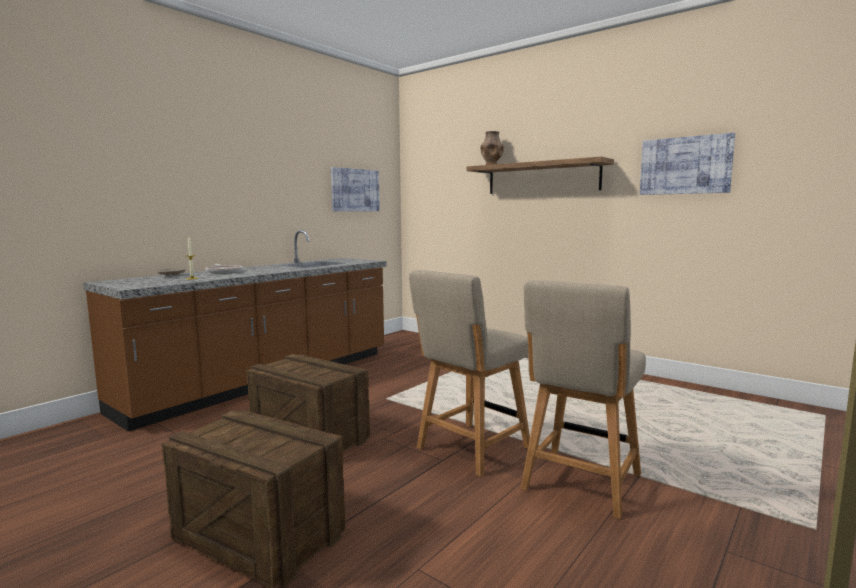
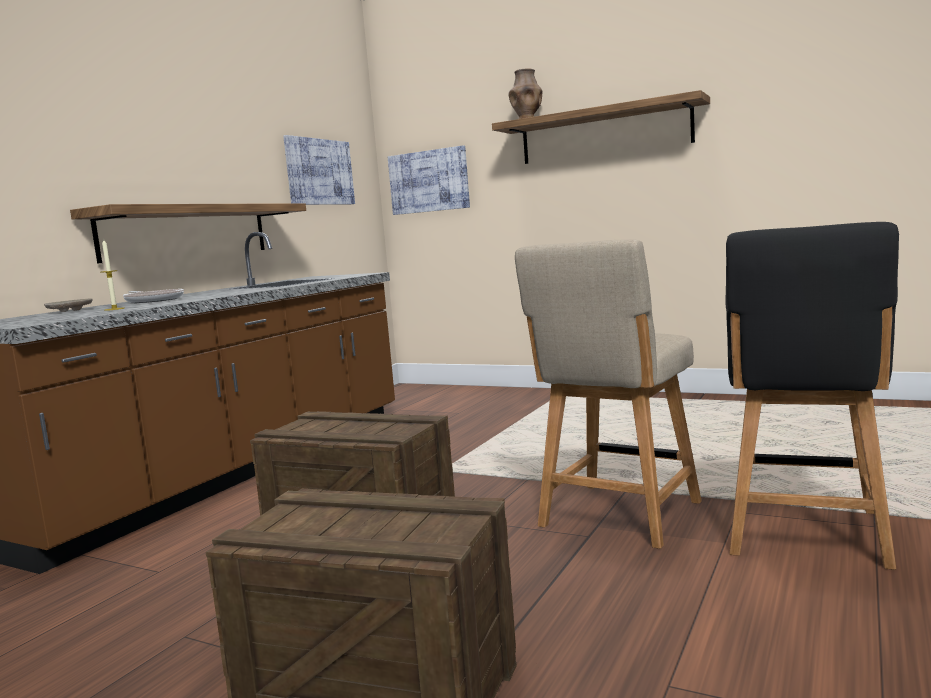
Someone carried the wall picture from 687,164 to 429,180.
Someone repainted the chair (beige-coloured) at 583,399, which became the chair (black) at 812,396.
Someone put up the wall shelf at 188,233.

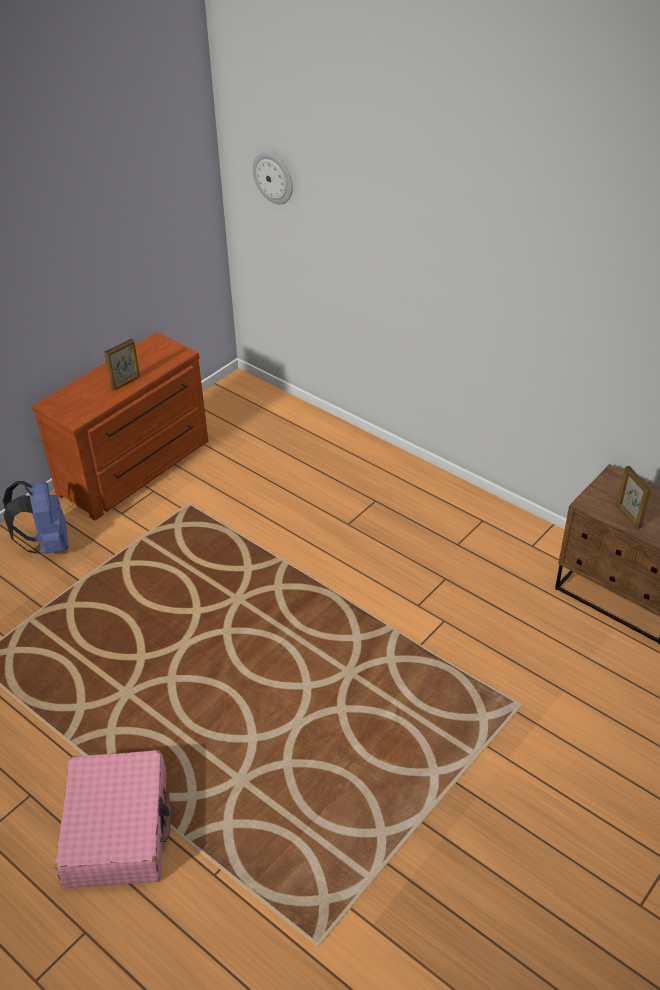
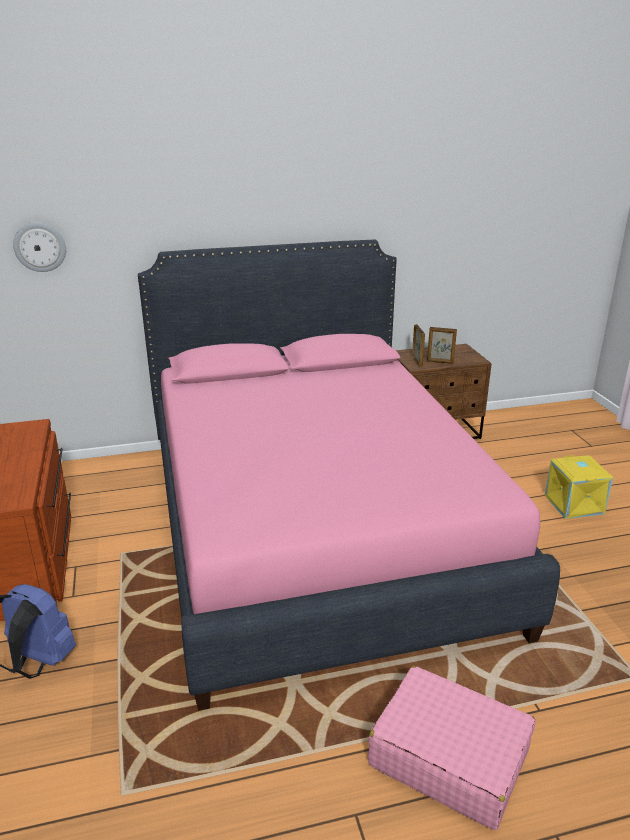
Someone carried the picture frame from 122,364 to 418,345.
Someone put down the sleeping bed (pink) at 349,475.
Someone put down the storage box (yellow) at 579,487.

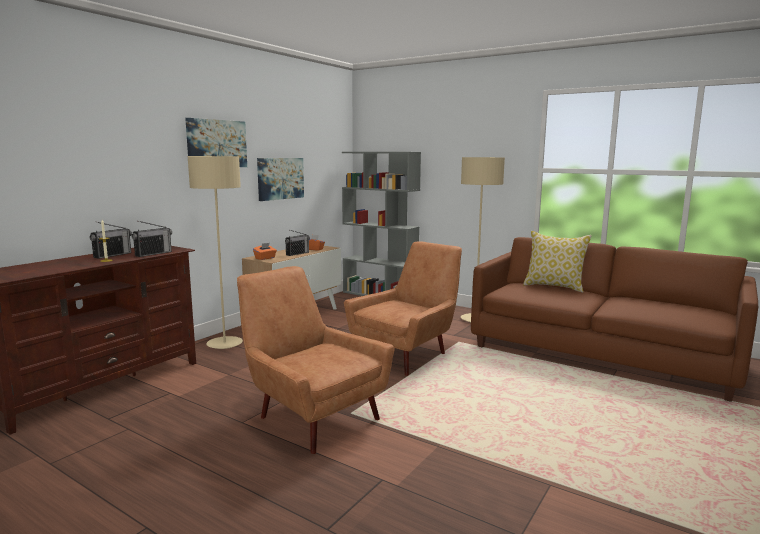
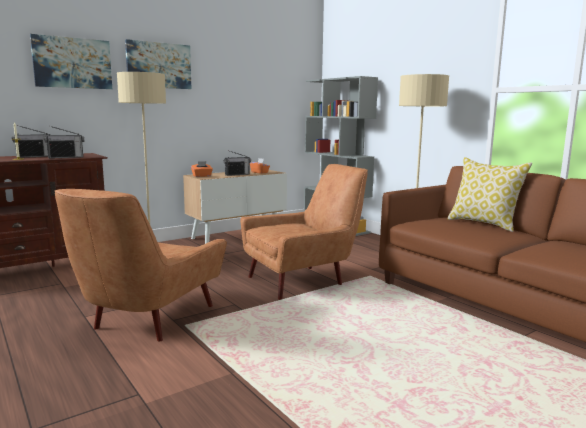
Someone carried the wall picture from 280,179 to 71,61.
Someone rotated the lounge chair (brownish) at 315,360 by 135 degrees counterclockwise.

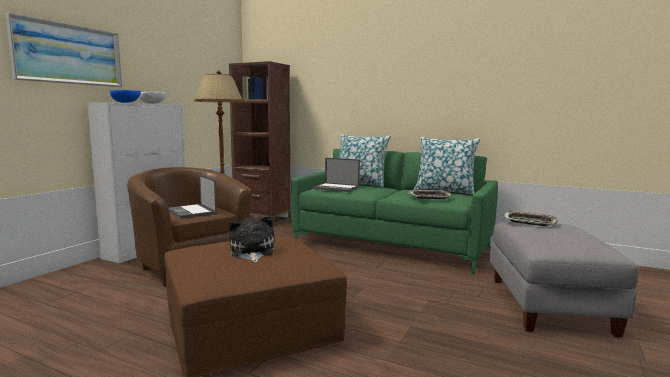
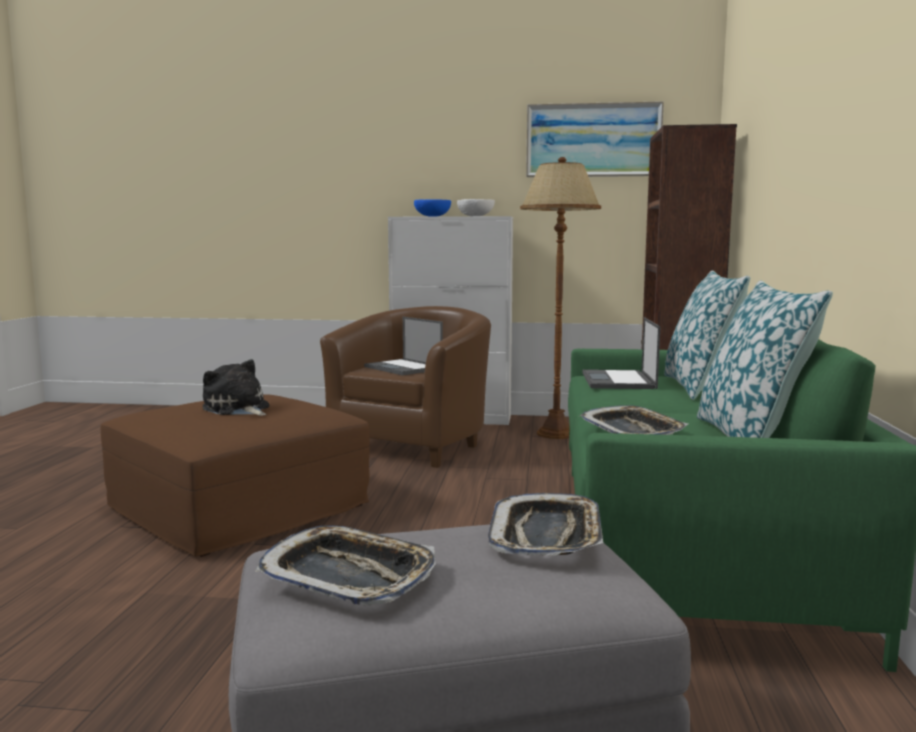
Someone carried the wall picture from 63,50 to 595,139.
Someone rotated the portable computer at 192,197 by 75 degrees counterclockwise.
Someone rotated the plush toy at 252,239 by 105 degrees counterclockwise.
Someone put down the carrying tray at 345,565.

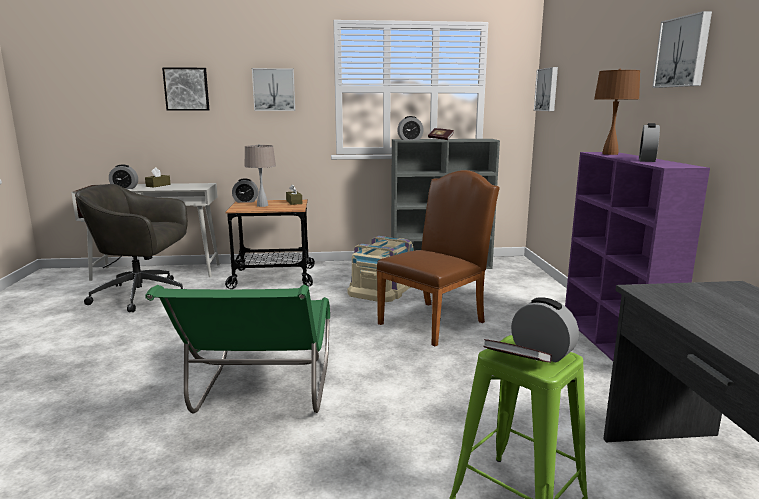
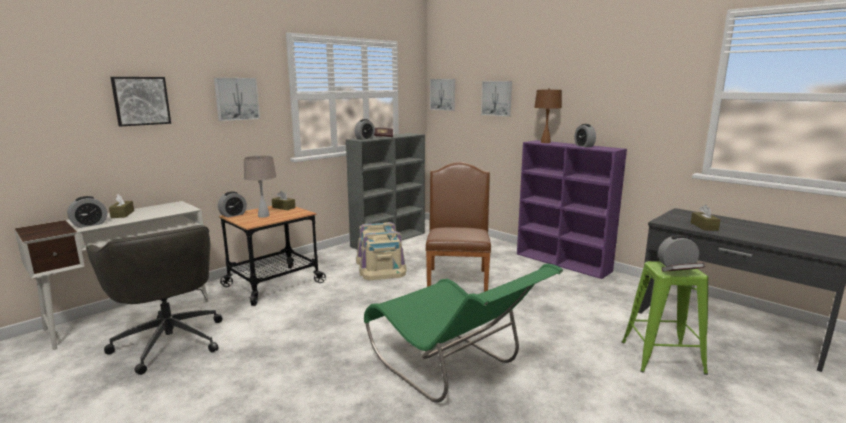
Someone carried the wall picture from 682,49 to 496,98.
Someone rotated the desk chair (gray) at 132,248 by 90 degrees counterclockwise.
Someone put down the tissue holder (brownish) at 706,218.

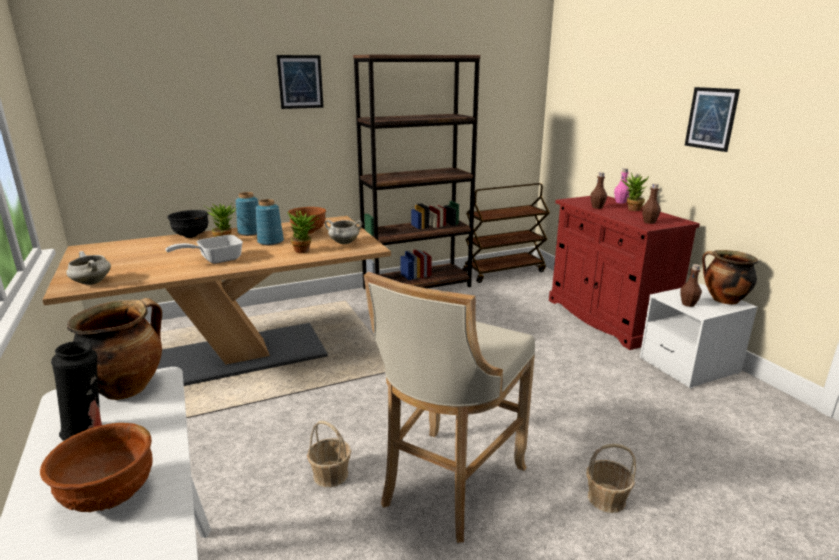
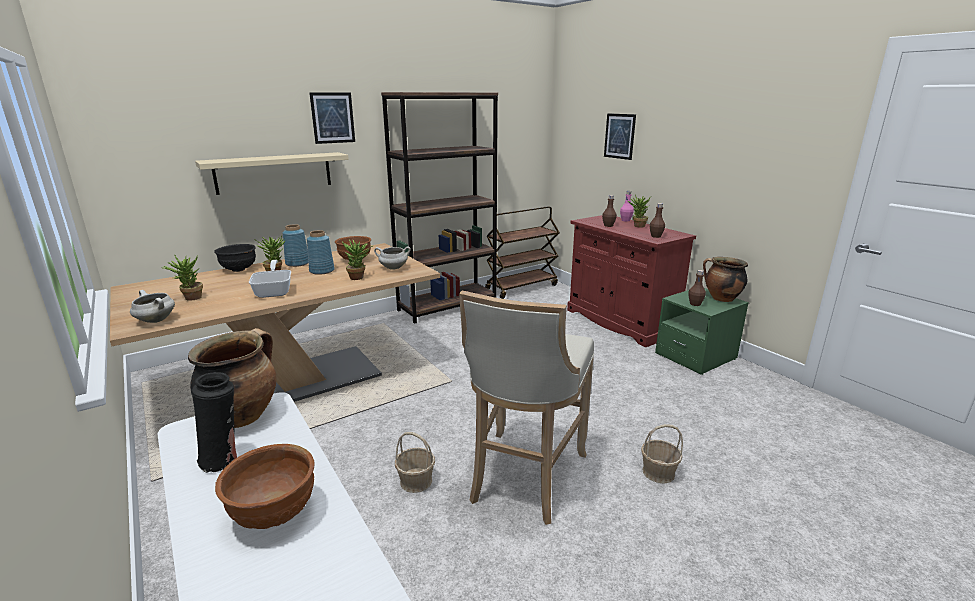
Someone carried the wall picture from 712,119 to 620,136.
Someone rotated the skillet at 204,249 by 120 degrees clockwise.
Someone repainted the bedside table (white-coloured) at 699,336, which became the bedside table (green-coloured) at 702,331.
Someone put up the wall shelf (beige-coloured) at 272,173.
Someone put down the houseplant at 183,278.

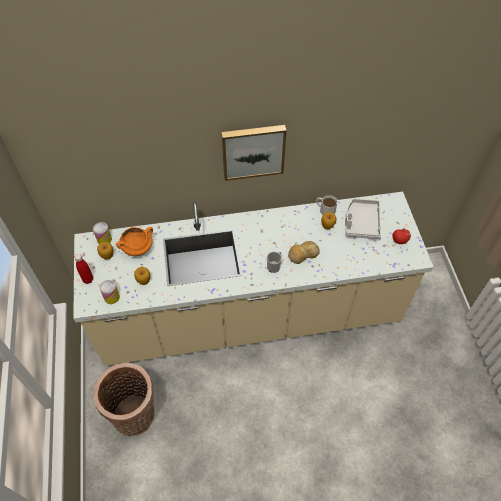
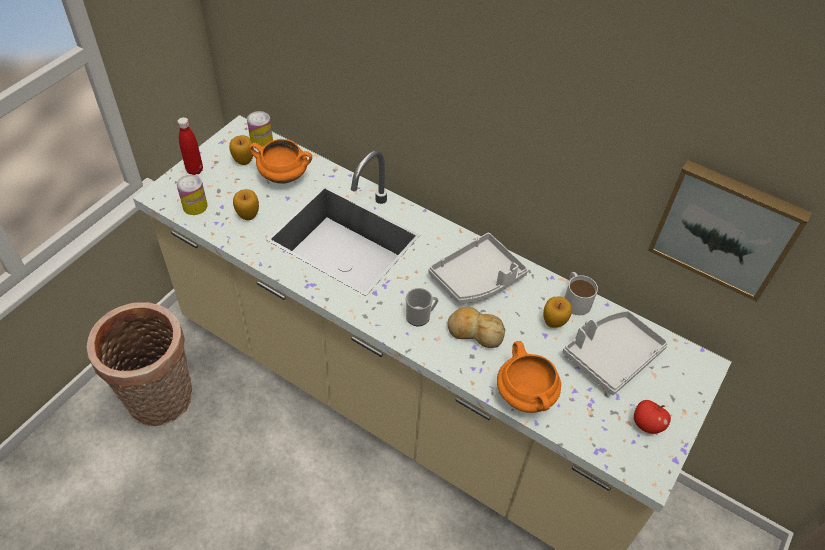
Someone carried the wall picture from 254,153 to 730,231.
Someone put down the carrying tray (gray) at 478,268.
Someone put down the saucepot (orange) at 529,377.

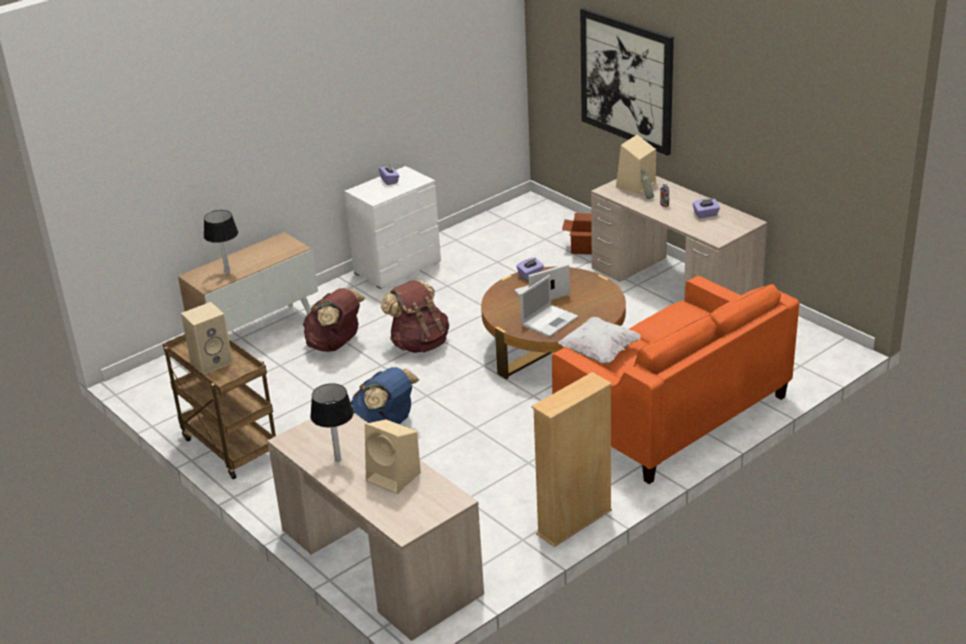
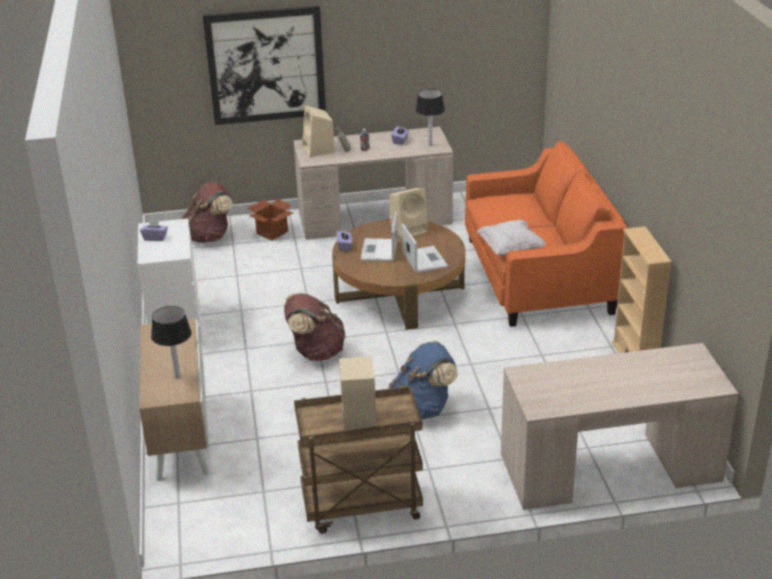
Someone carried the backpack (brownish) from 334,320 to 207,212.
Someone carried the lamp for a table from 332,422 to 430,117.
Someone carried the audio speaker (beige-coloured) from 393,456 to 409,213.

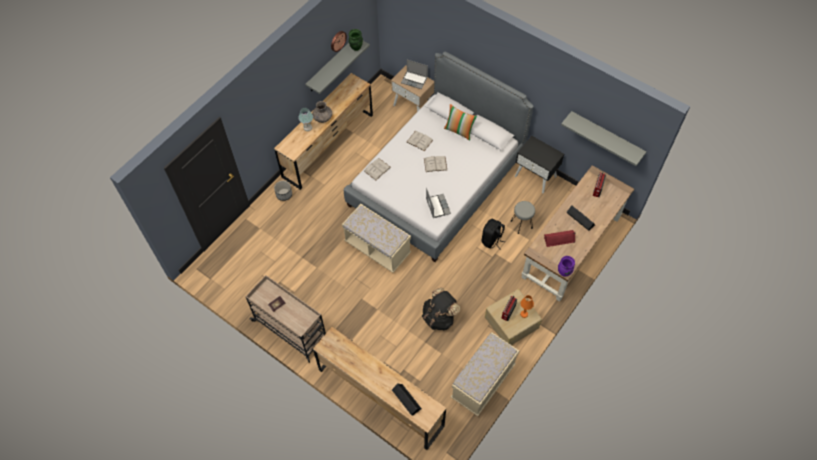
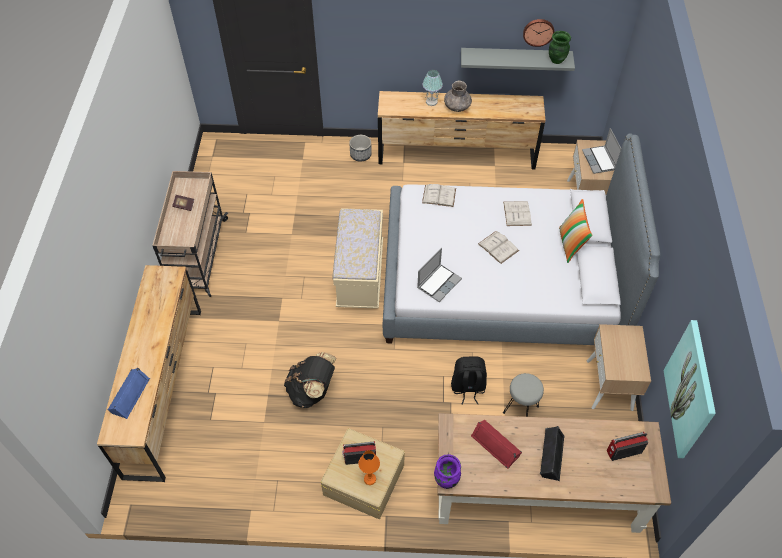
Someone swapped the wall shelf (gray) at 604,138 for the wall picture at 690,389.
Someone repainted the bedside table (black) at 539,164, which became the bedside table (beige-coloured) at 619,367.
Someone took away the indoor bench (beige-coloured) at 485,374.
Someone repainted the audio speaker (black) at 407,399, which became the audio speaker (blue-coloured) at 128,393.

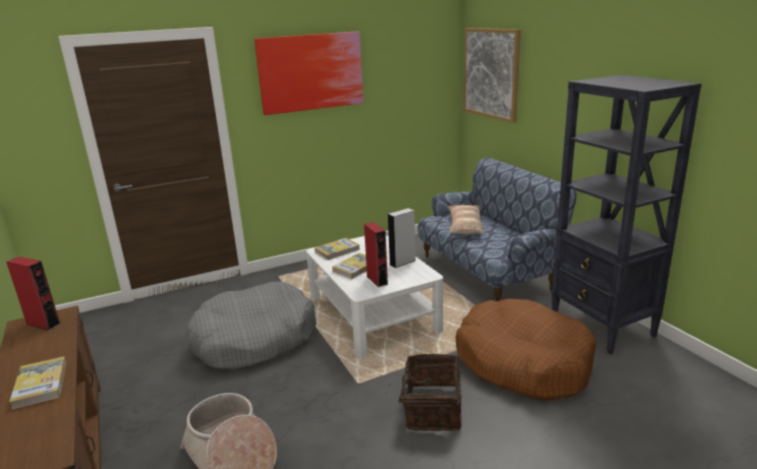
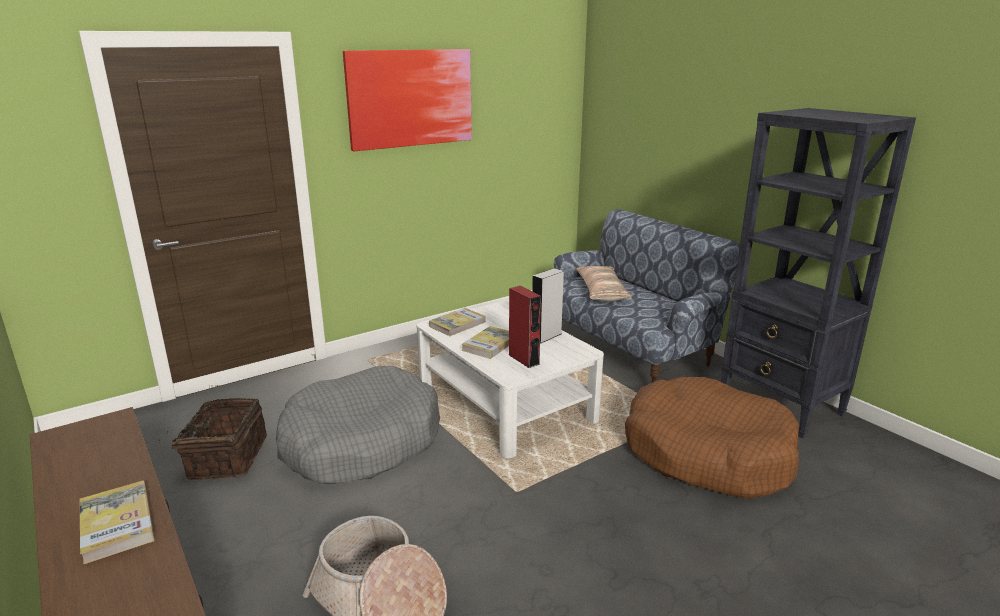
Someone took away the wall picture at 492,75.
Someone took away the audio speaker (red-coloured) at 33,293.
Someone carried the storage basket from 424,392 to 213,439.

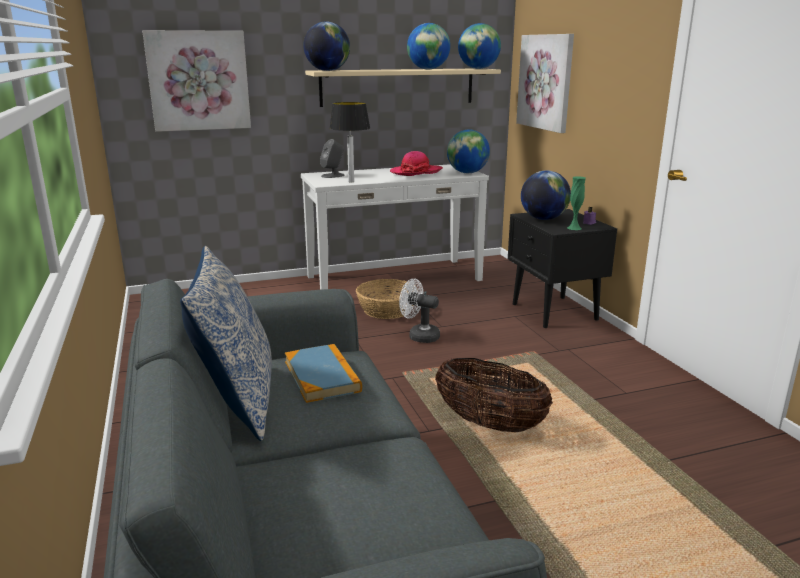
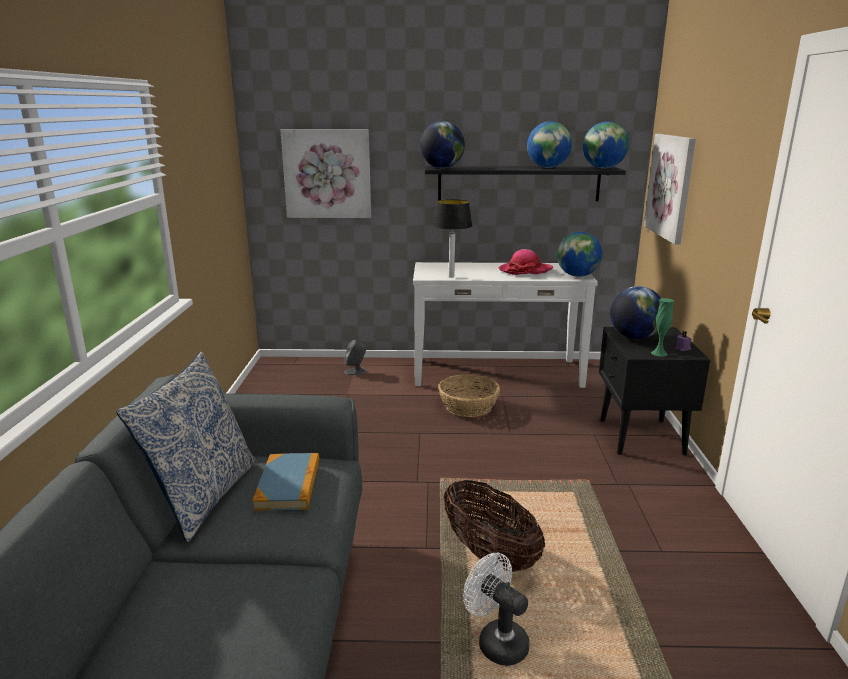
Someone repainted the wall shelf (beige-coloured) at 403,87, which became the wall shelf (black) at 525,183.
Someone carried the audio speaker (gray) from 332,158 to 355,357.
Someone carried the electric fan (white-coloured) from 419,311 to 496,609.

